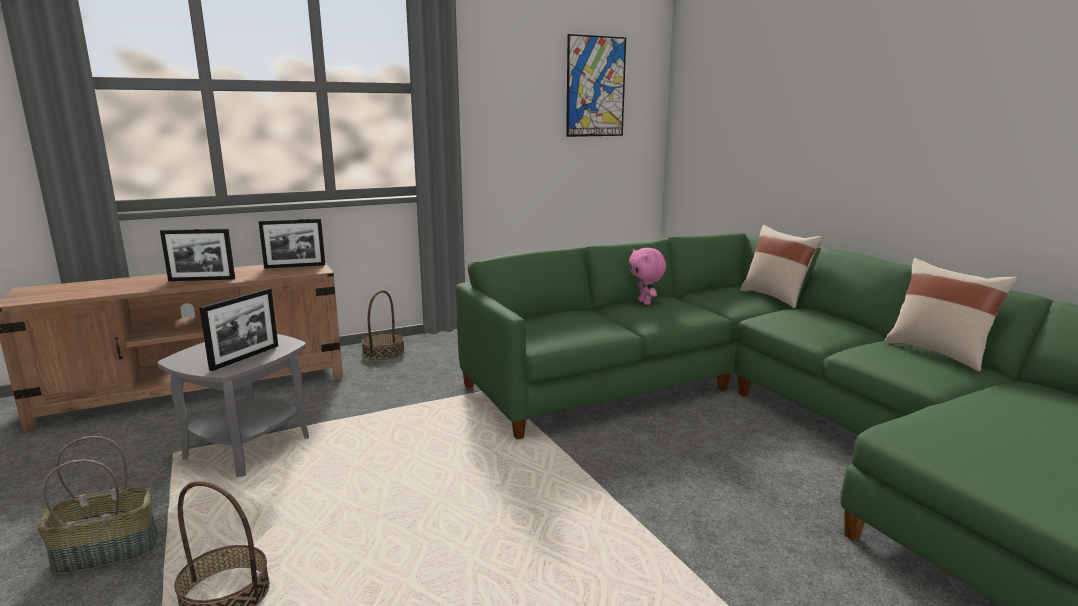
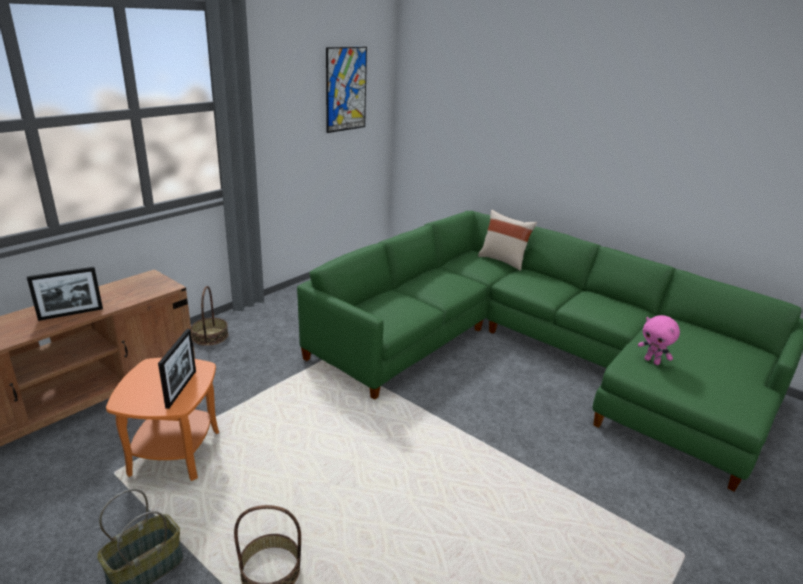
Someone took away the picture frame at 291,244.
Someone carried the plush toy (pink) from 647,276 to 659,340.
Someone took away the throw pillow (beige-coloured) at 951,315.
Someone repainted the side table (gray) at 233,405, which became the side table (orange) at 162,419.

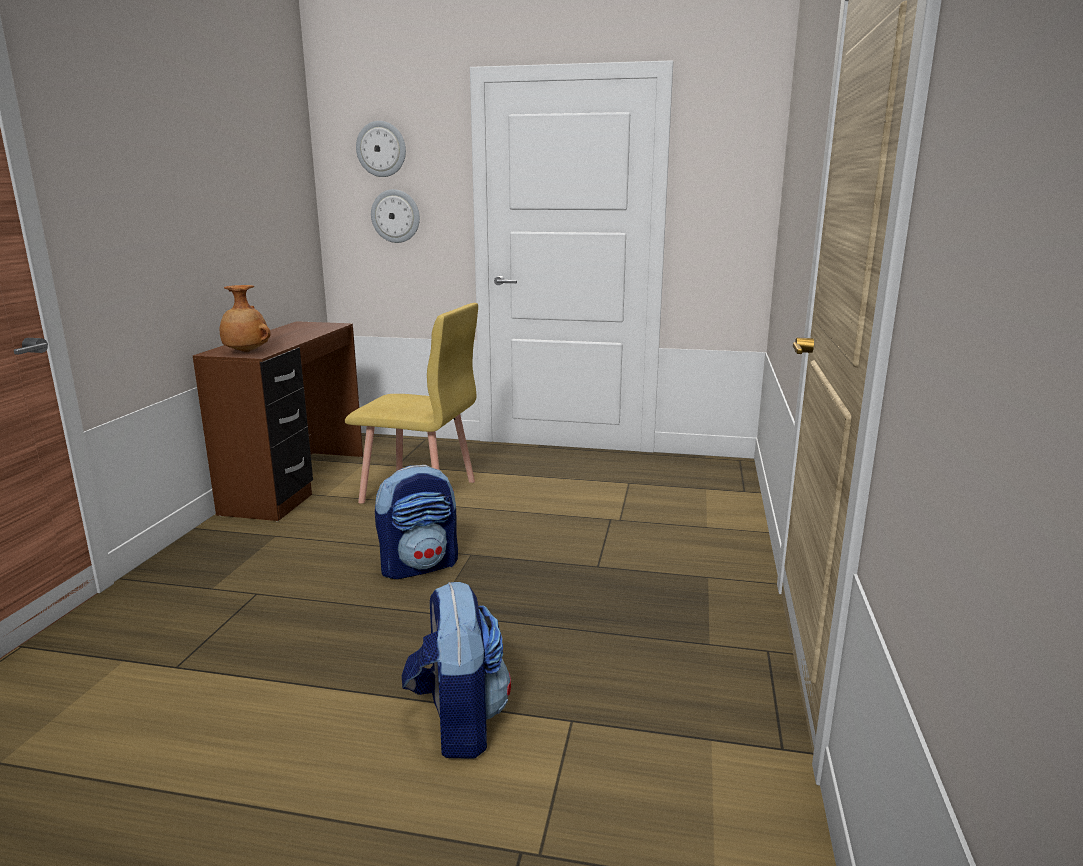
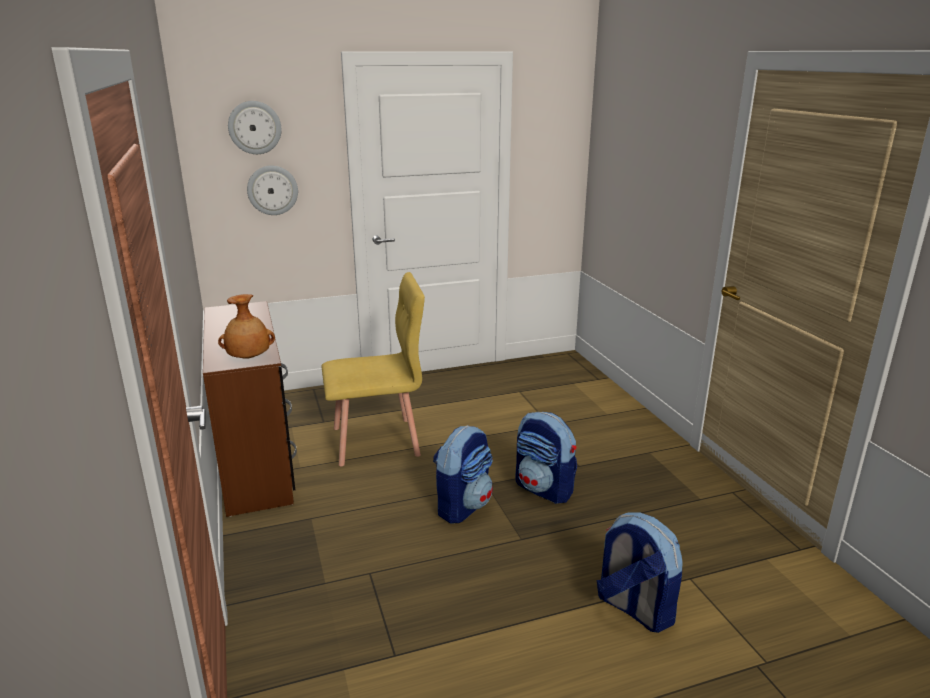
Someone put down the backpack at 546,458.

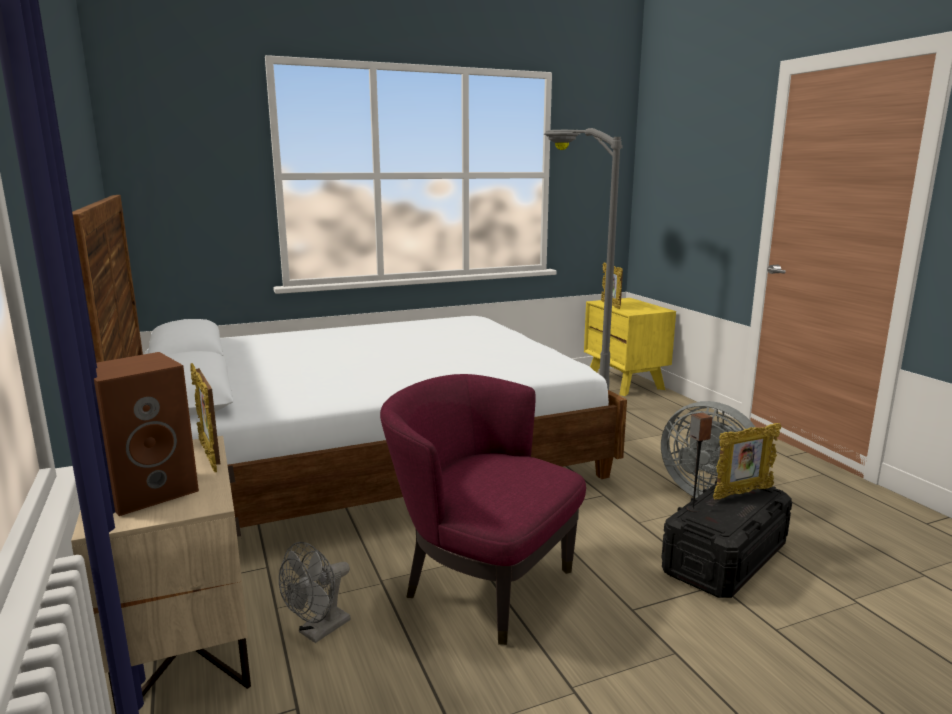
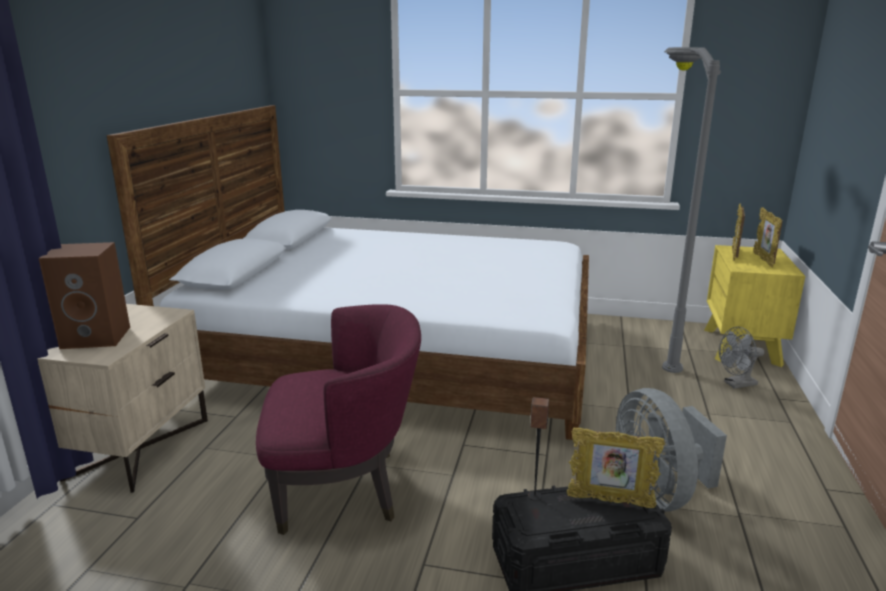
Someone carried the picture frame from 205,417 to 768,237.
Someone rotated the lounge chair (purplish) at 483,509 by 105 degrees clockwise.
Someone carried the electric fan (gray) from 315,592 to 742,358.

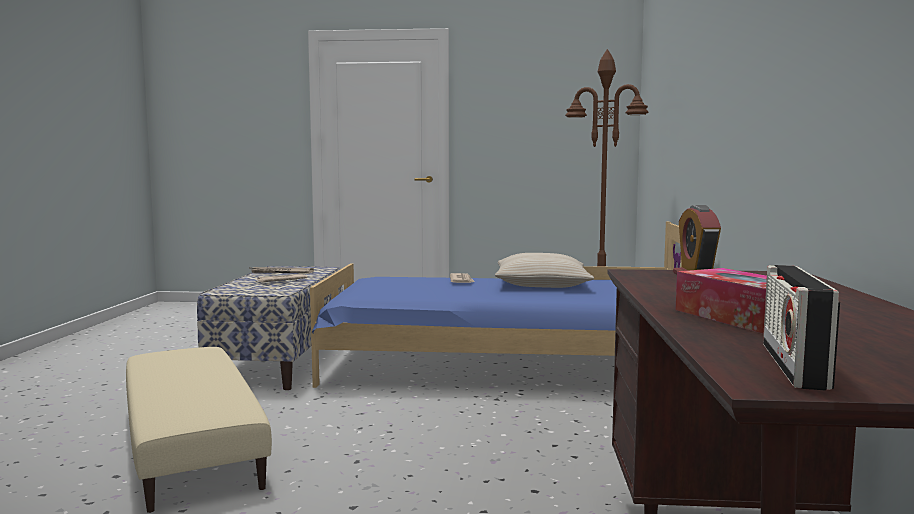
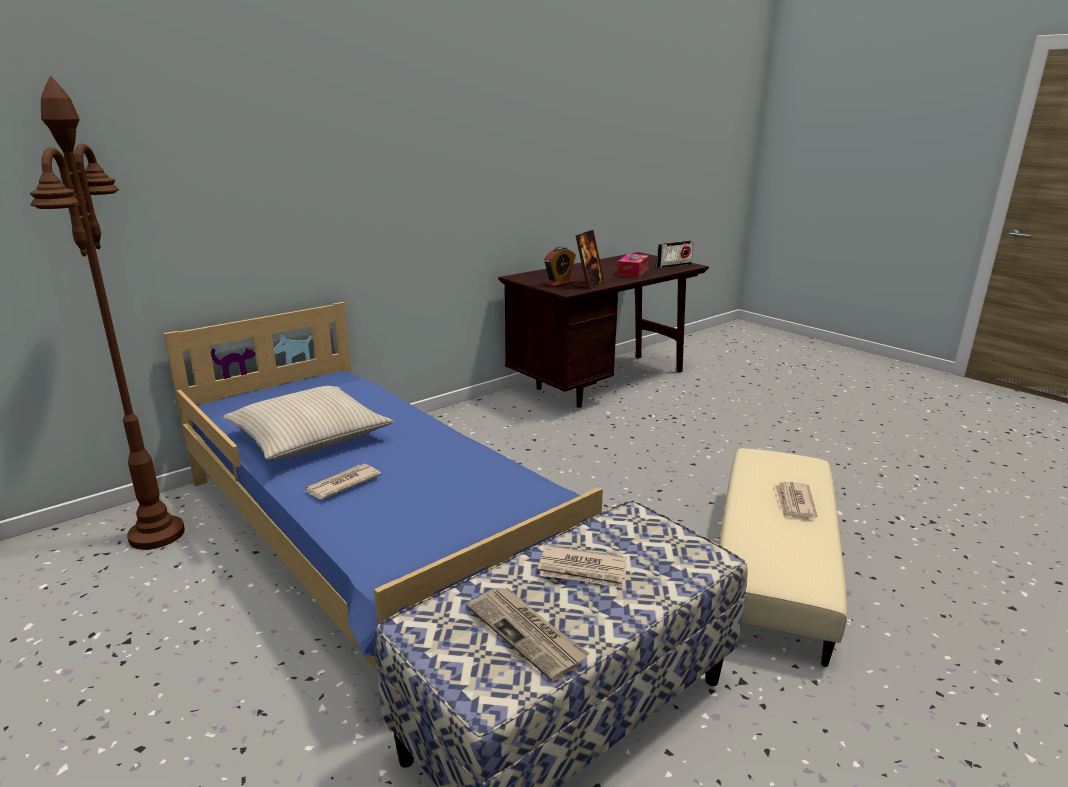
Someone put down the picture frame at 589,259.
Someone put down the newspaper at 796,500.

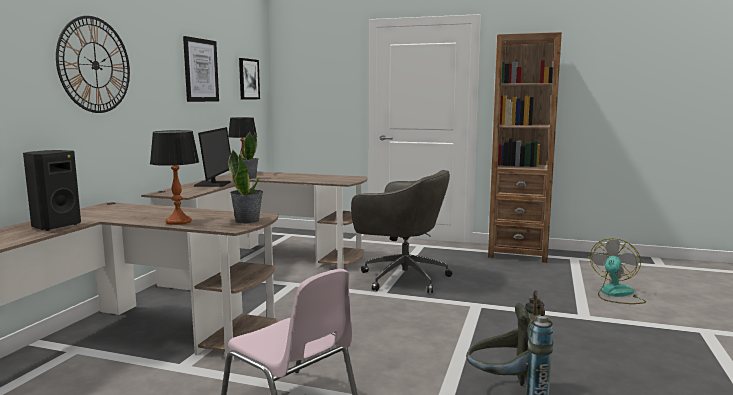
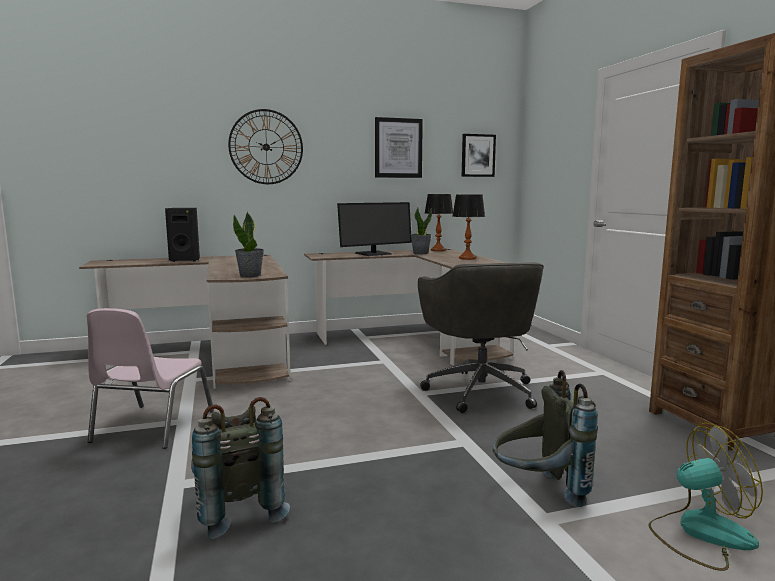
Someone carried the lamp for a table from 174,177 to 469,227.
Someone put down the backpack (gray) at 545,438.

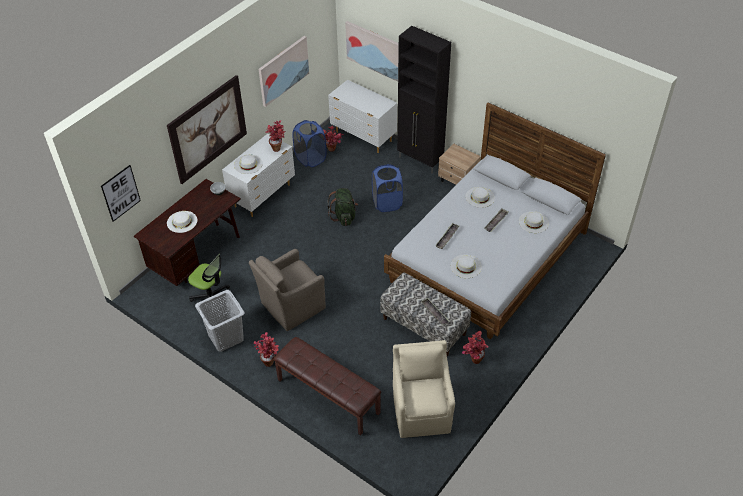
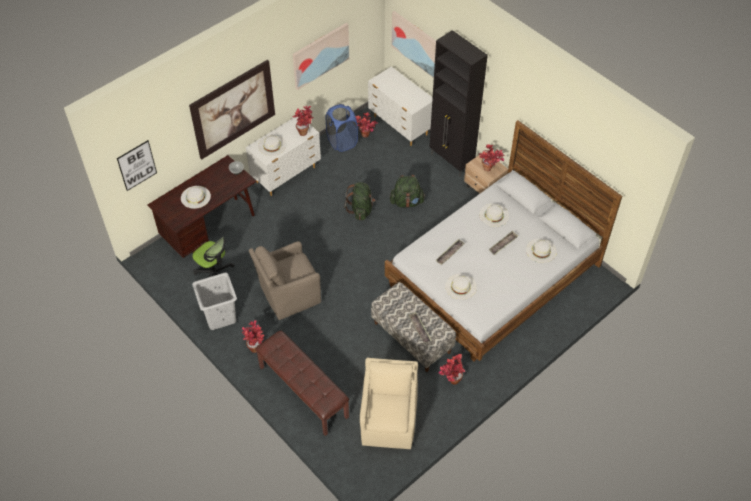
Someone swapped the hamper (blue-coloured) at 387,188 for the backpack (green-coloured) at 407,191.
Someone put down the houseplant at 492,158.

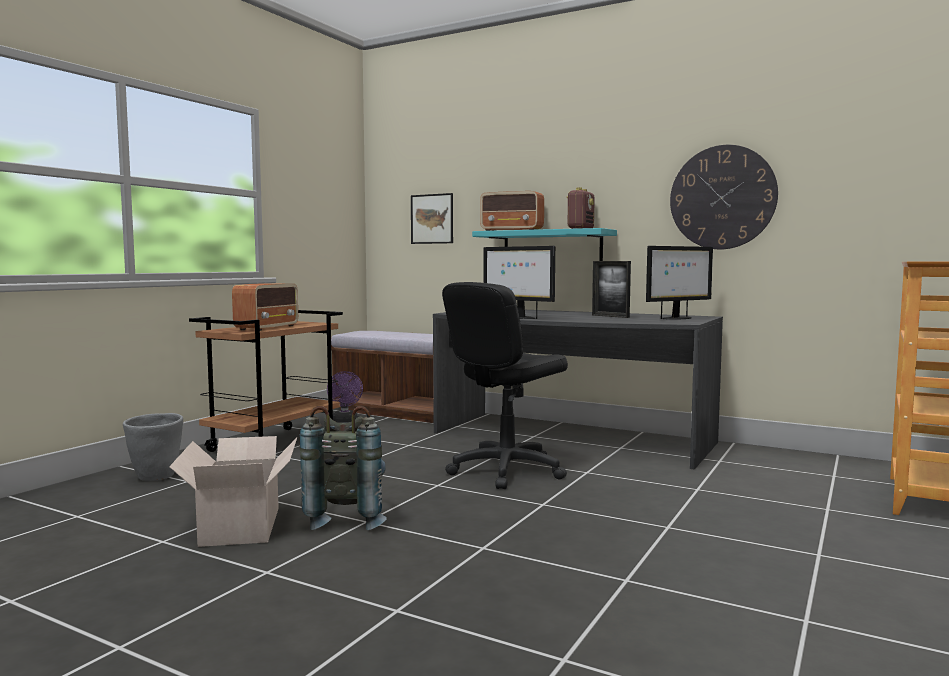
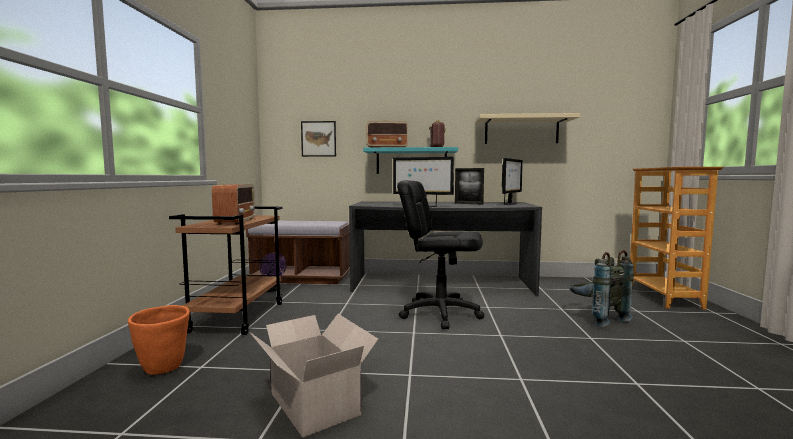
Someone swapped the wall clock at 724,197 for the wall shelf (beige-coloured) at 528,128.
Someone rotated the desk chair (black) at 505,385 by 90 degrees clockwise.
Someone carried the backpack (gray) from 343,468 to 601,288.
Someone repainted the flower pot (gray) at 153,447, which became the flower pot (orange) at 159,340.

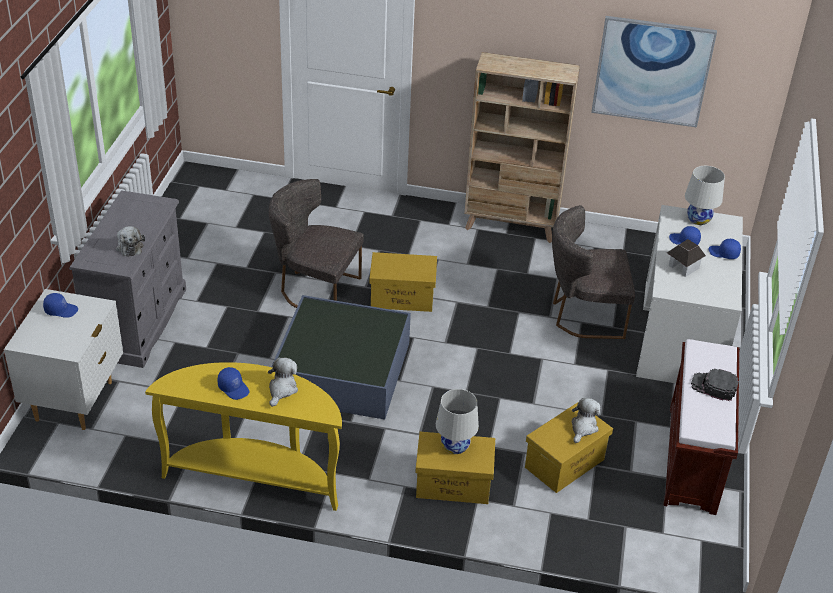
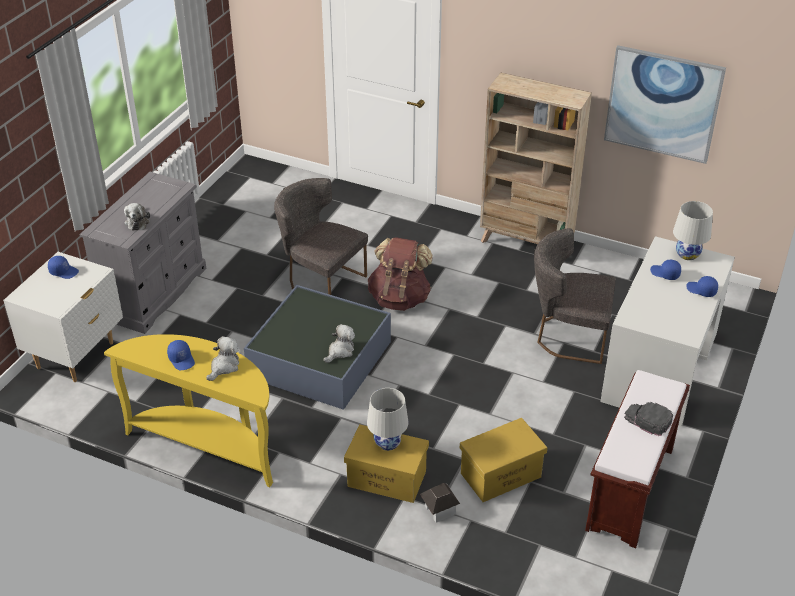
Someone carried the miniature house from 686,258 to 440,503.
Someone swapped the storage box (yellow) at 403,282 for the backpack (brownish) at 400,274.
Someone carried the plush toy from 586,420 to 339,343.

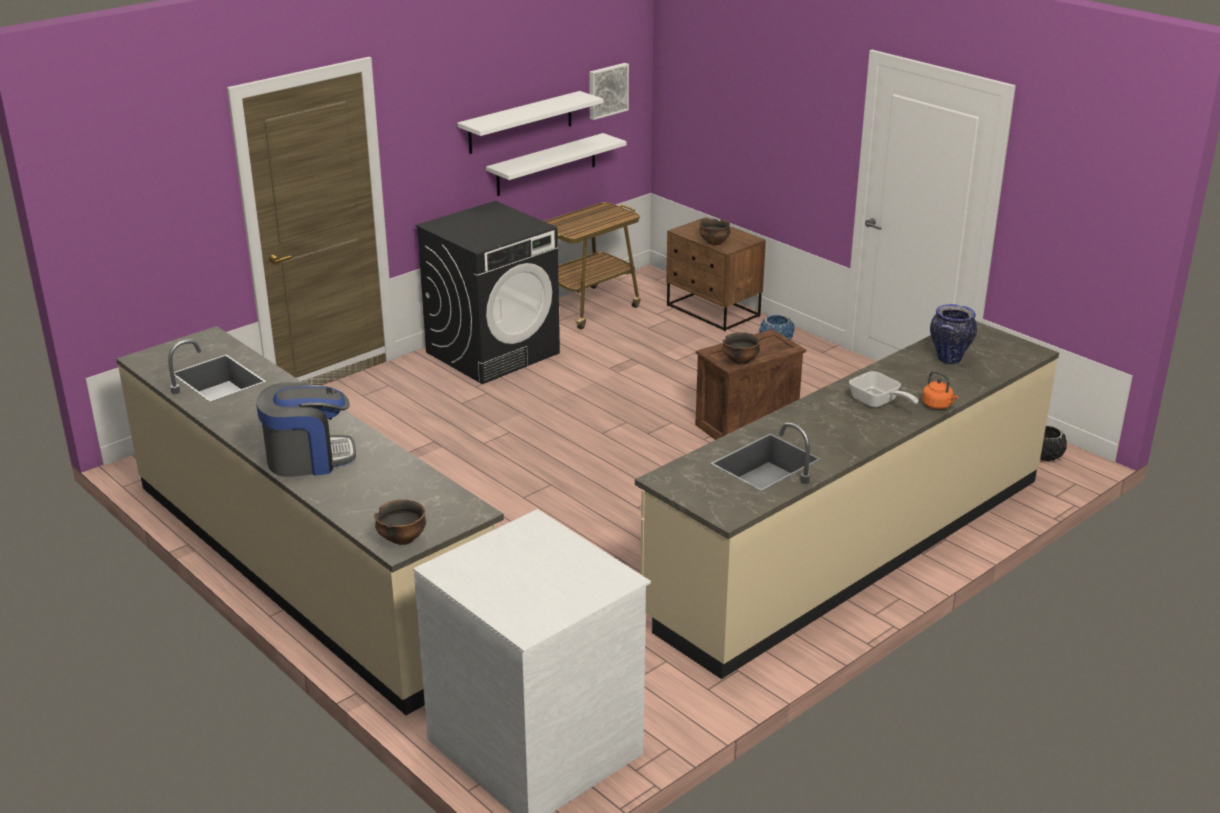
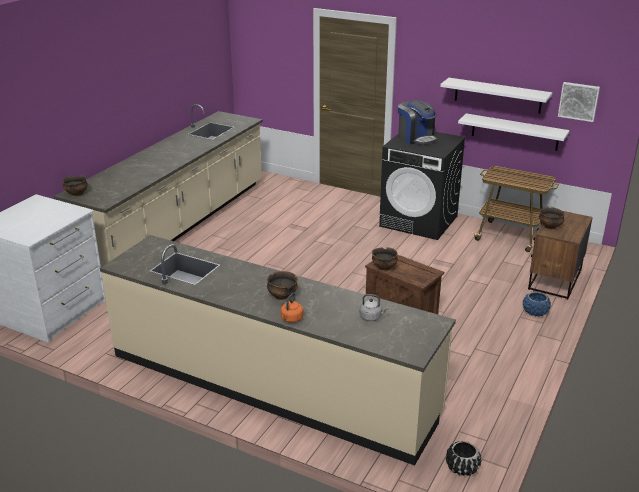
Someone swapped the vase at 953,334 for the water kettle (gray) at 374,307.
Someone swapped the skillet at 884,389 for the deep dish at 282,285.
Someone carried the coffee brewer from 306,429 to 417,123.

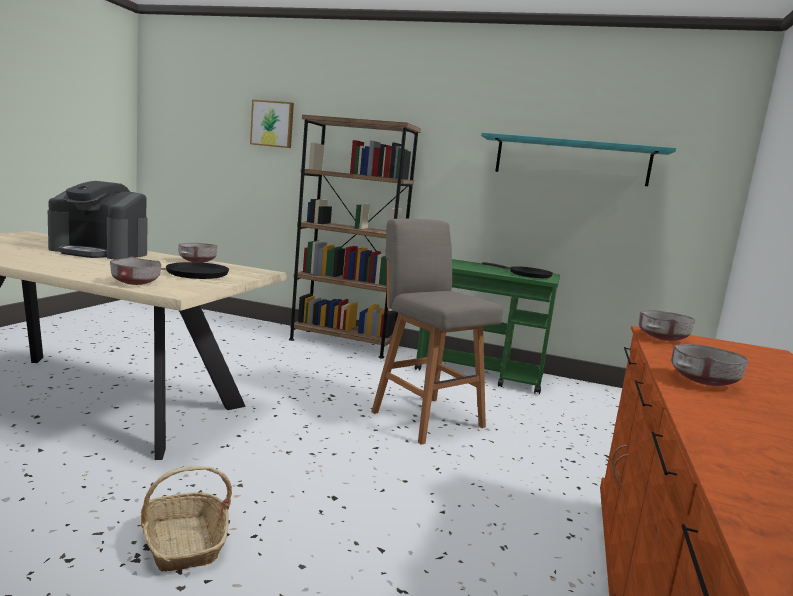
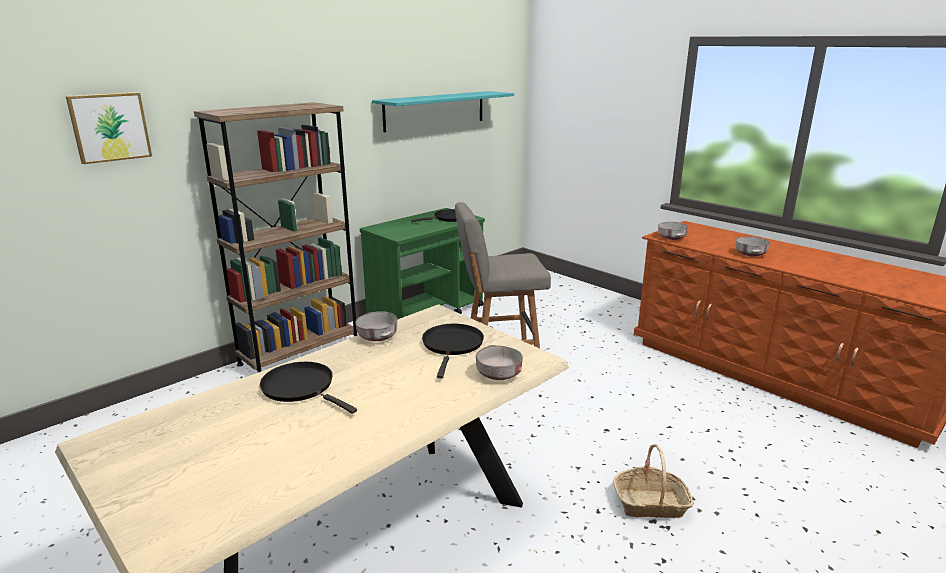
Someone swapped the coffee brewer at 98,220 for the skillet (black) at 308,388.

